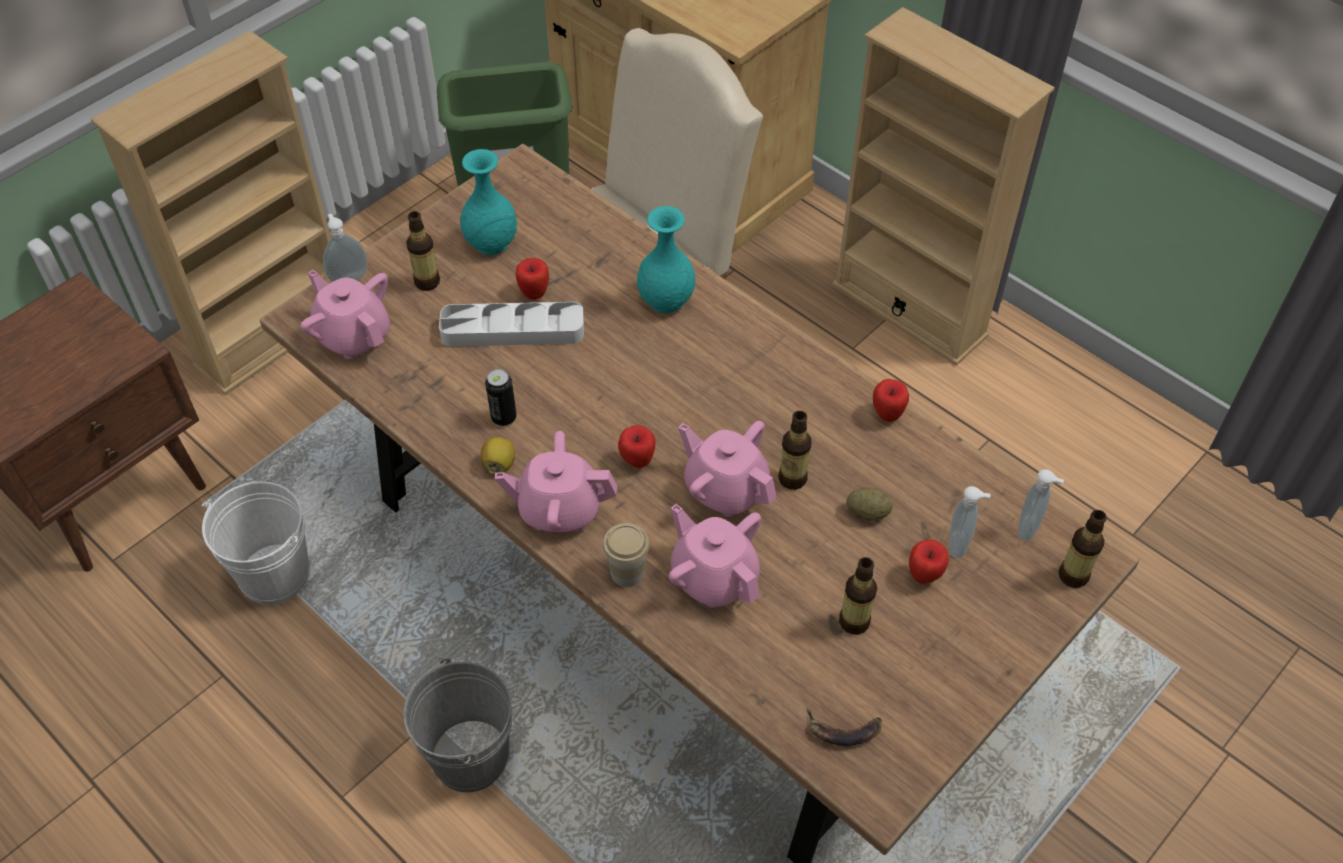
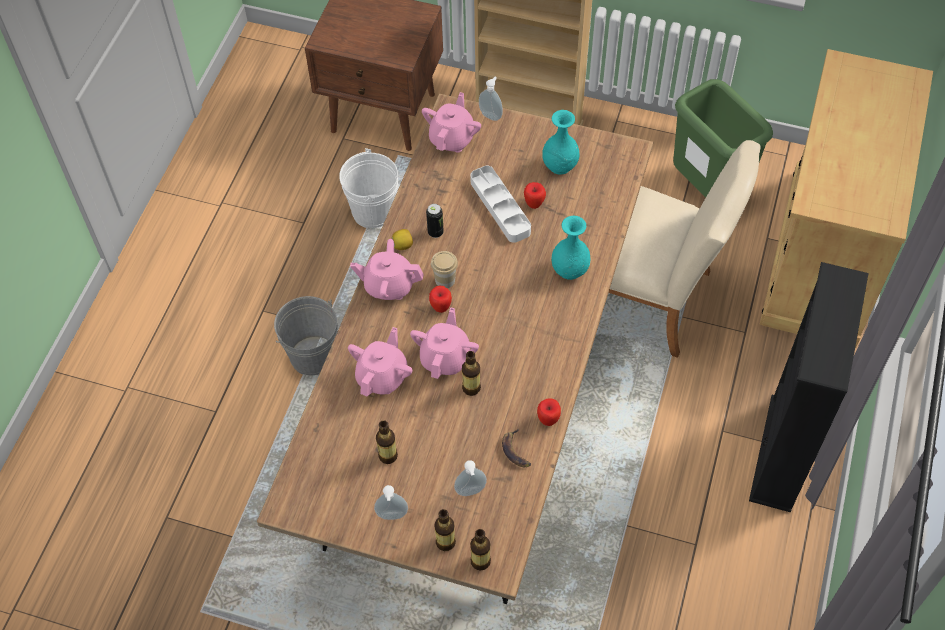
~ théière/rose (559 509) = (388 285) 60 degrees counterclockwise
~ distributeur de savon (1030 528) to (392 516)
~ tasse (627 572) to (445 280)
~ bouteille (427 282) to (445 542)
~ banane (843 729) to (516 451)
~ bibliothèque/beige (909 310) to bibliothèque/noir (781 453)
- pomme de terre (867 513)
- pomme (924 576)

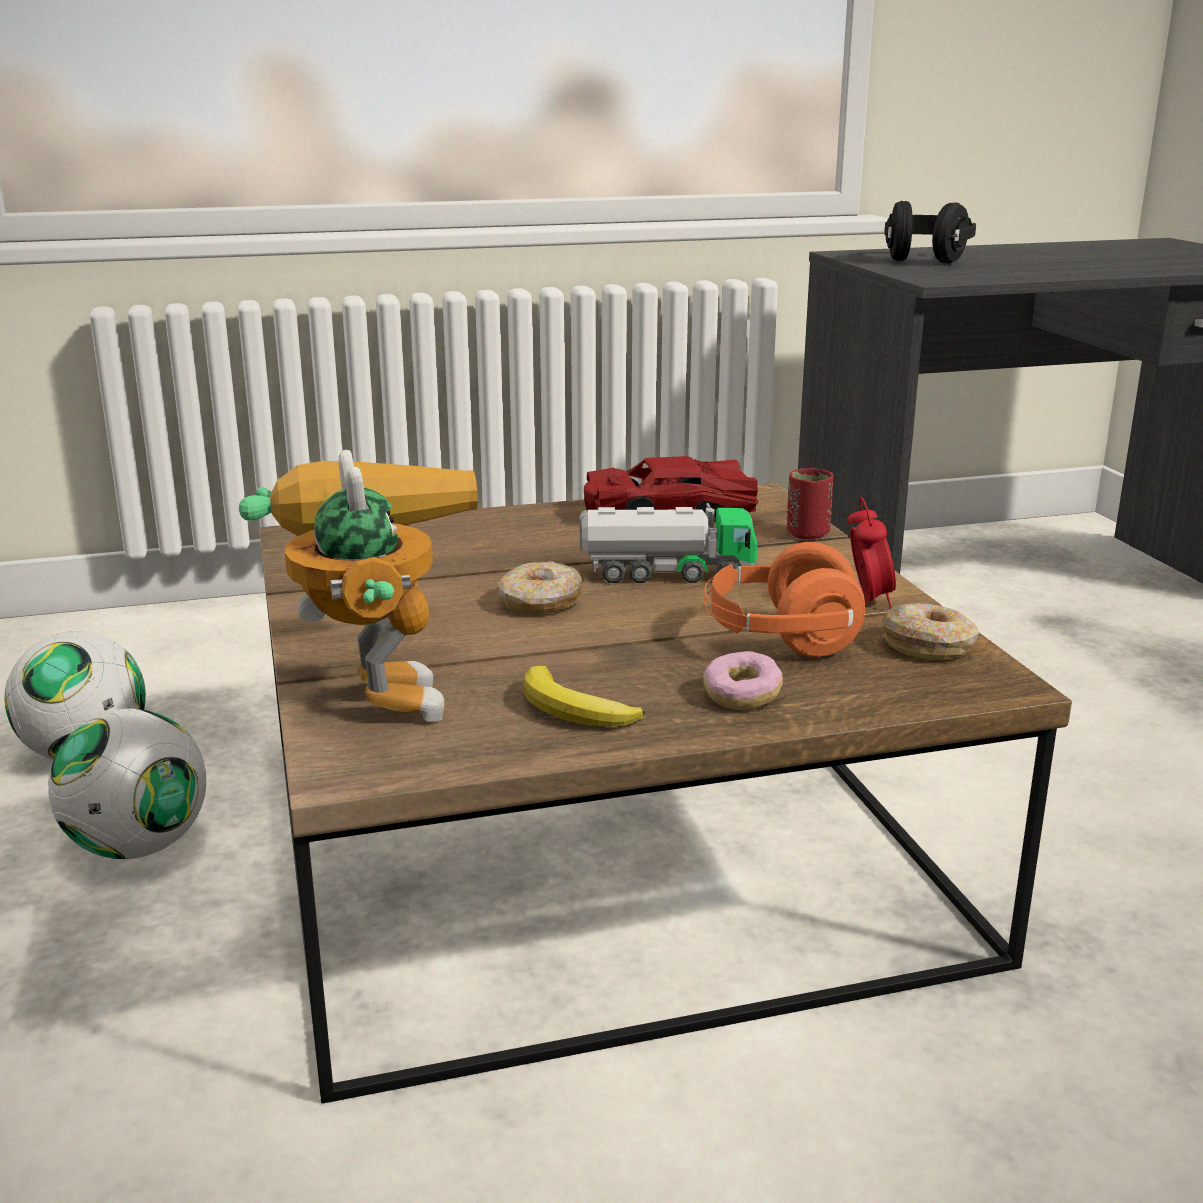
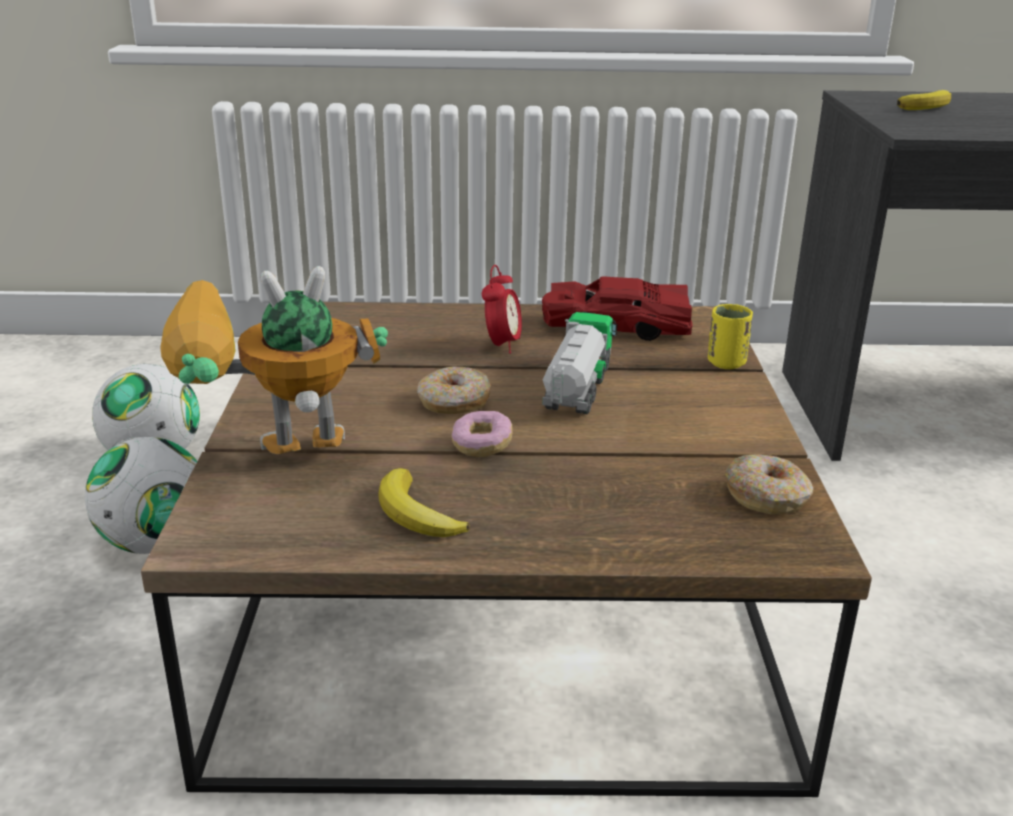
~ robot jouet (374 688) = (271 466) 105 degrees counterclockwise
~ beignet (741 696) to (482 446)
~ réveil (867 601) to (502 345)
~ camion jouet (667 574) = (577 388) 90 degrees counterclockwise
~ tasse/rouge (807 534) to tasse/jaune (726 363)
~ casque audio/noir (926 259) to banane (926 106)
- casque audio/orange (779 639)

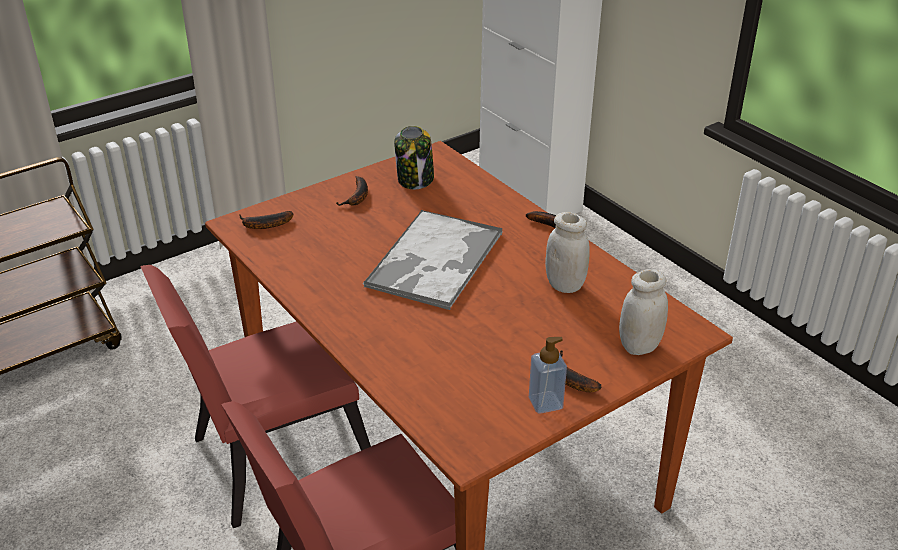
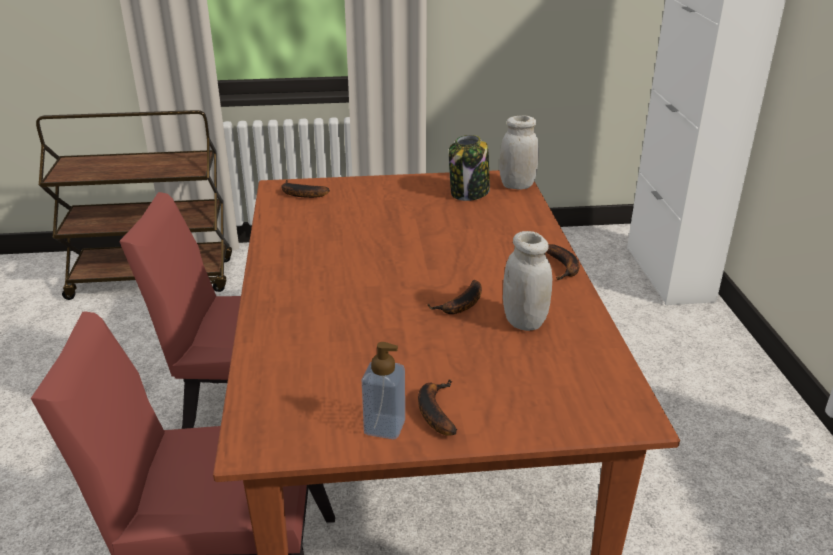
~ banane (357 197) to (461 305)
~ bocal/blanc (639 346) to (517 185)
- plateau (434 261)

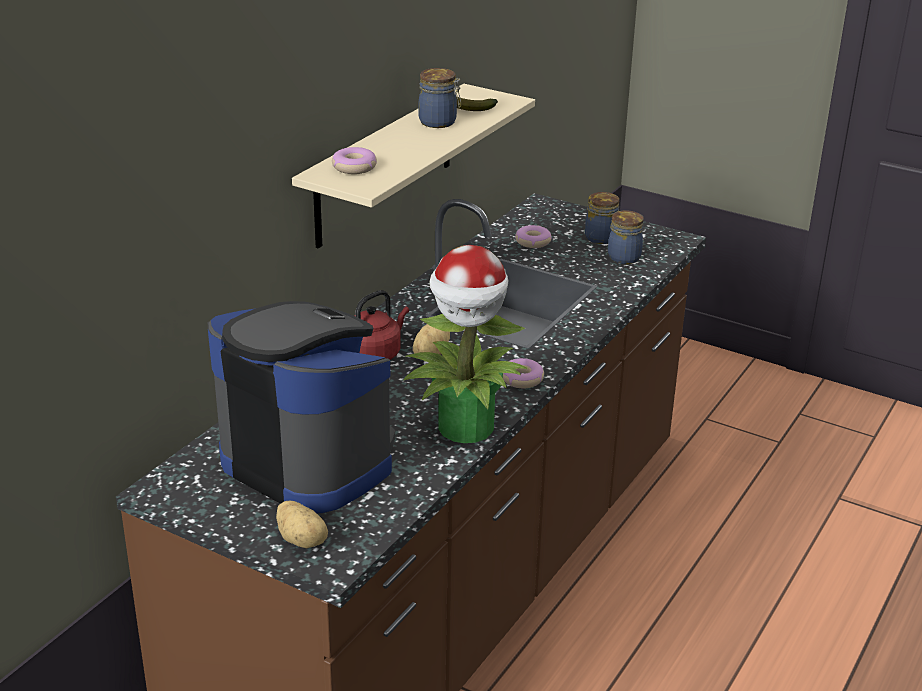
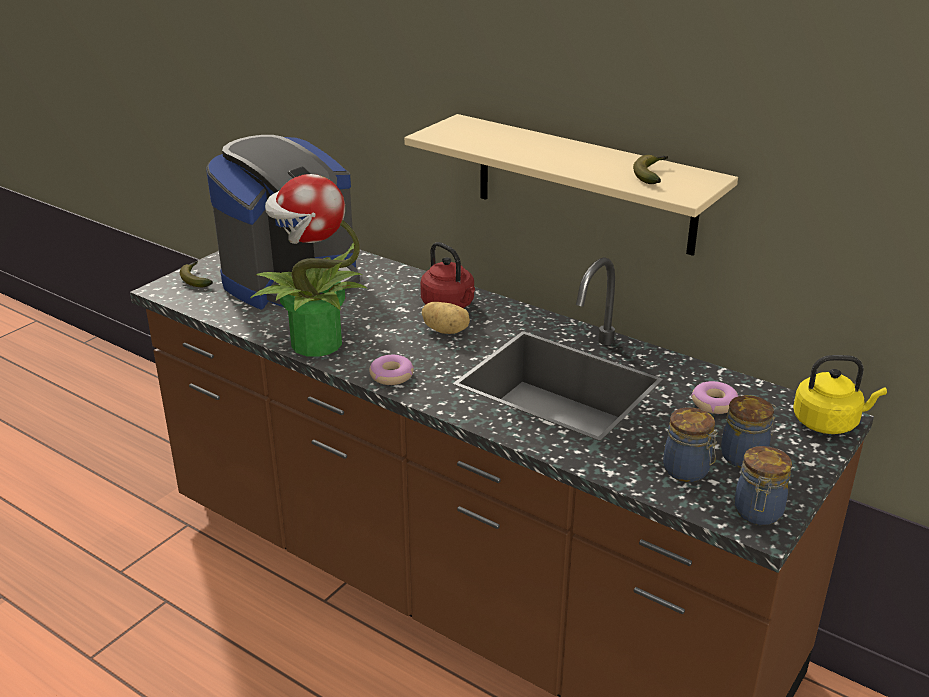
~ pomme de terre (302 540) to banane (196 279)
~ bocal (439 122) to (757 513)
+ bouilloire/jaune (828 422)
- beignet (354 167)

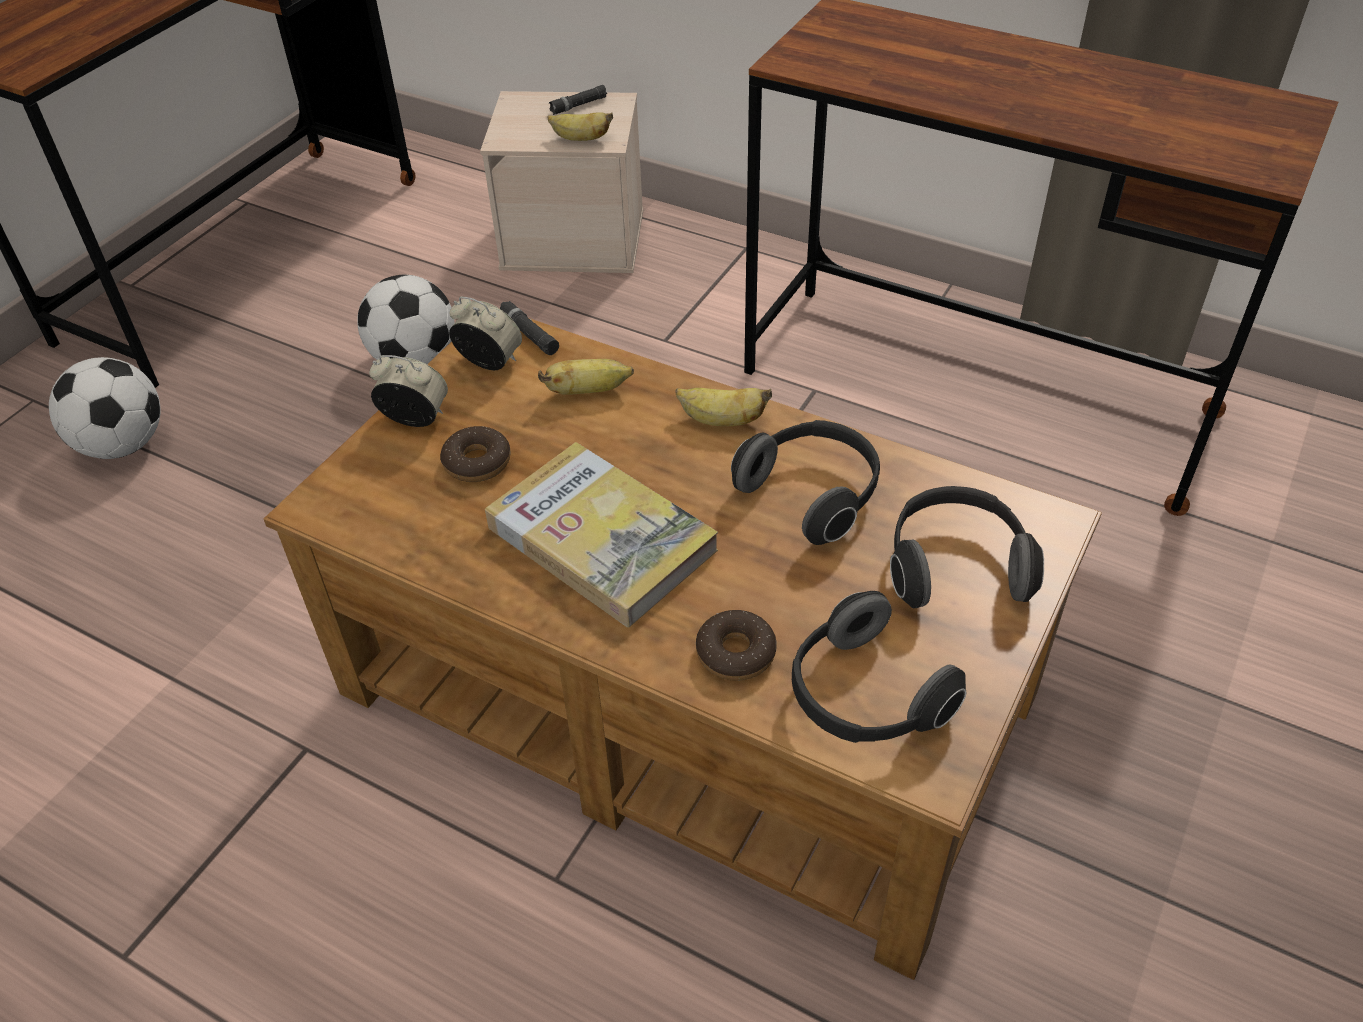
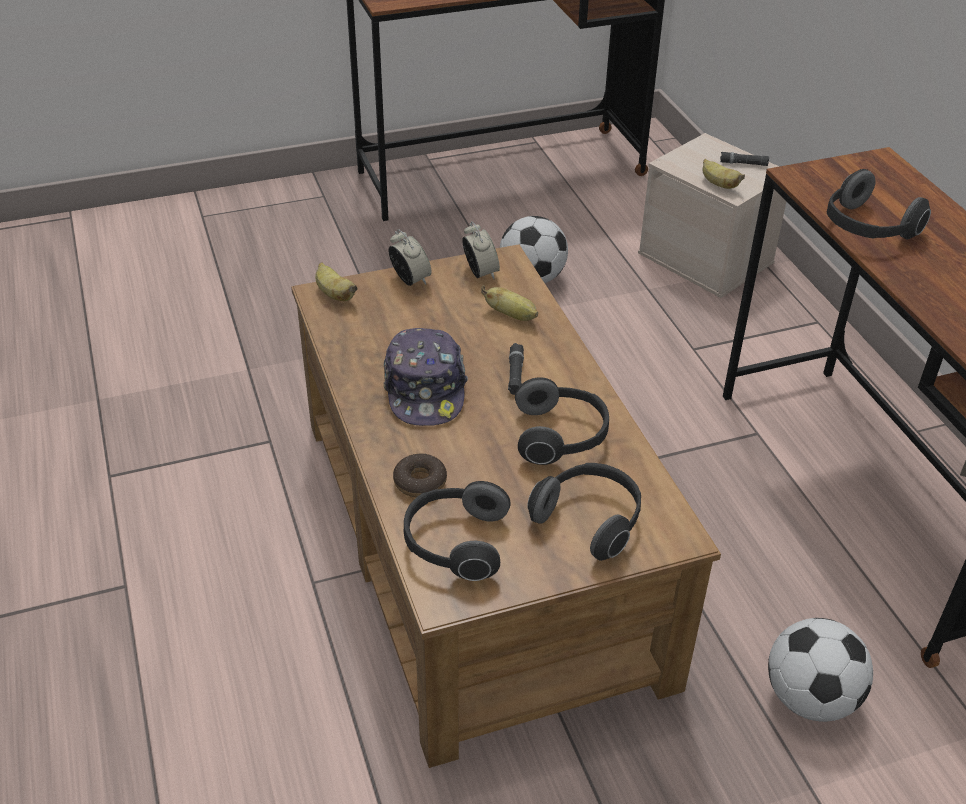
~ banane (721 421) to (334 294)
~ livre (601 539) to casquette (425 389)
~ lampe de poche/noir (529 334) to (515 374)
~ ballon de foot (122 445) to (809 698)
+ casque audio (866 229)
- beignet (477 462)

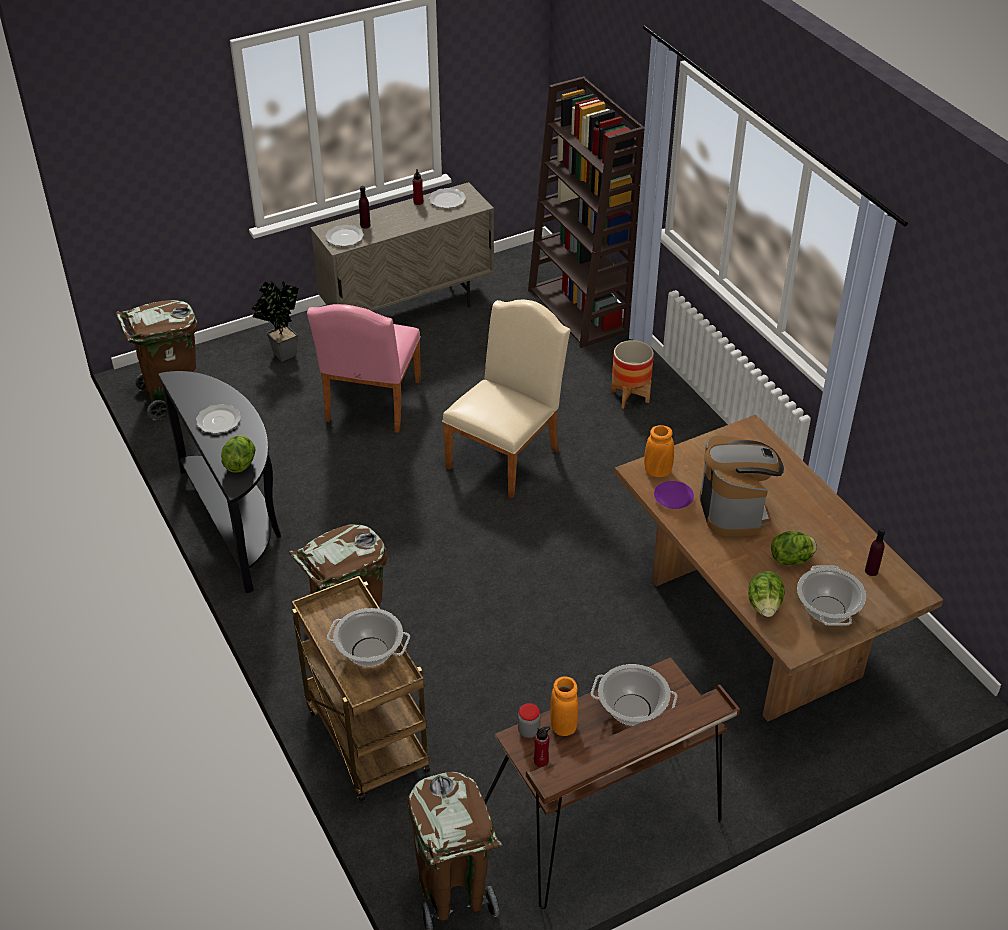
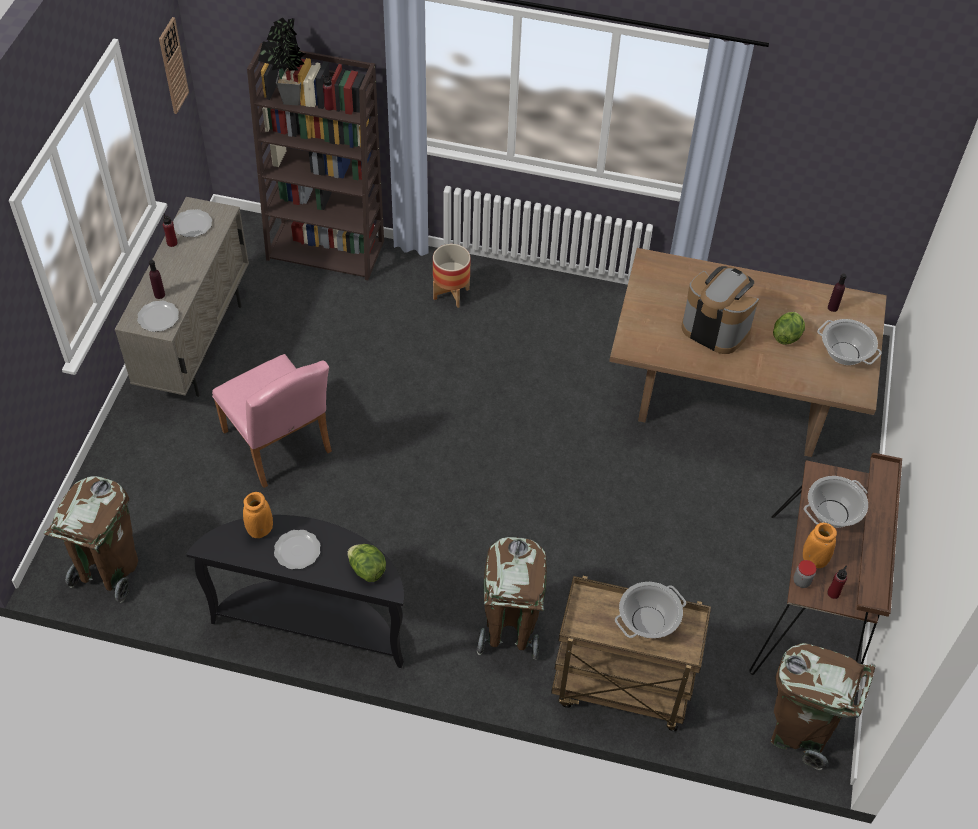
+ horloge murale (173 66)
~ vase/orange (657 471) to (260 530)
~ plante en pot (281 355) to (289 101)
- chaise/beige (507 454)
- assiette/violet (673 498)
- laitue (764 605)

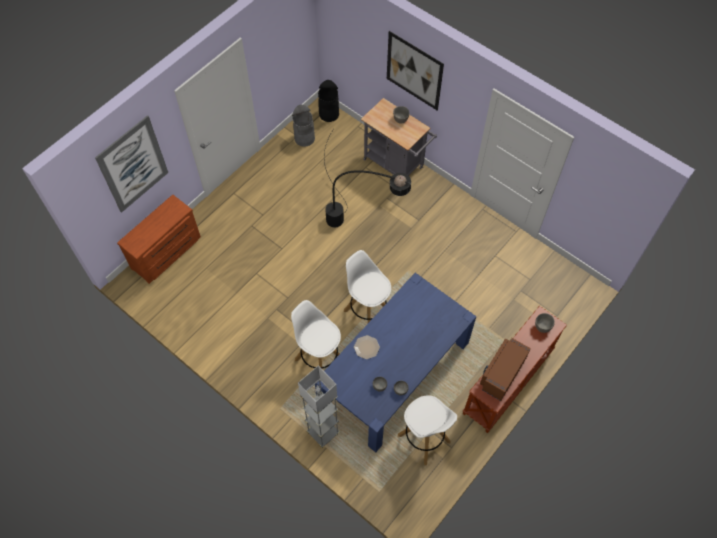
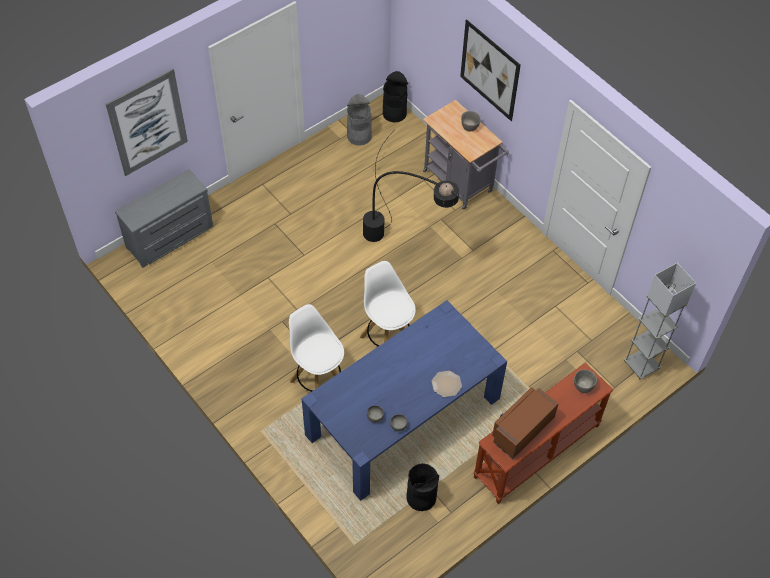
~ commode/marron (167 253) to commode/gris (171 238)
~ tabouret/blanc (424 439) to poubelle/noir (421 497)
~ assiette (366 347) to (446 384)
~ lampadaire/gris (323 432) to (641 365)

